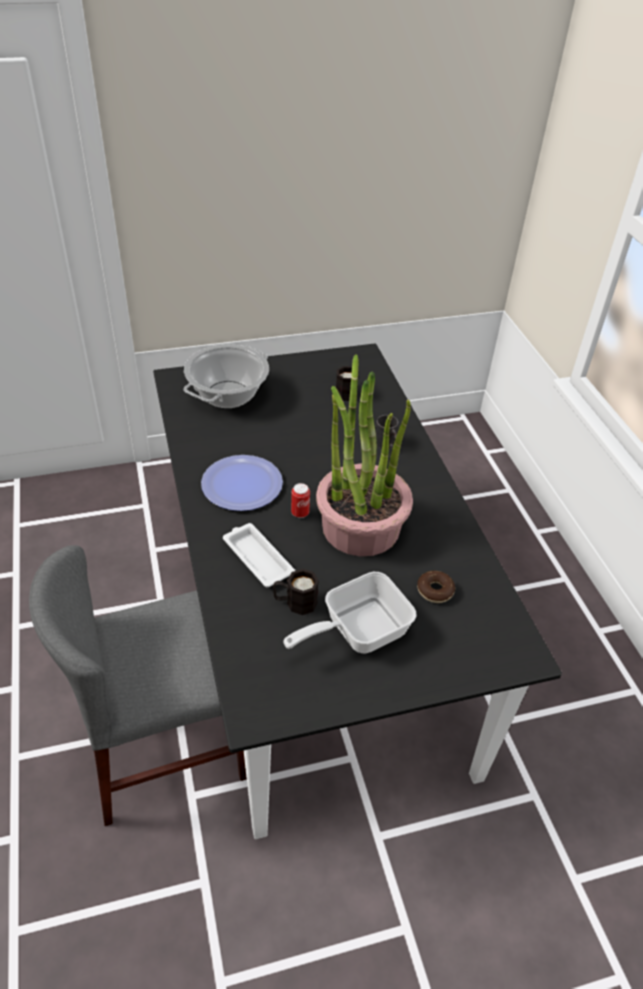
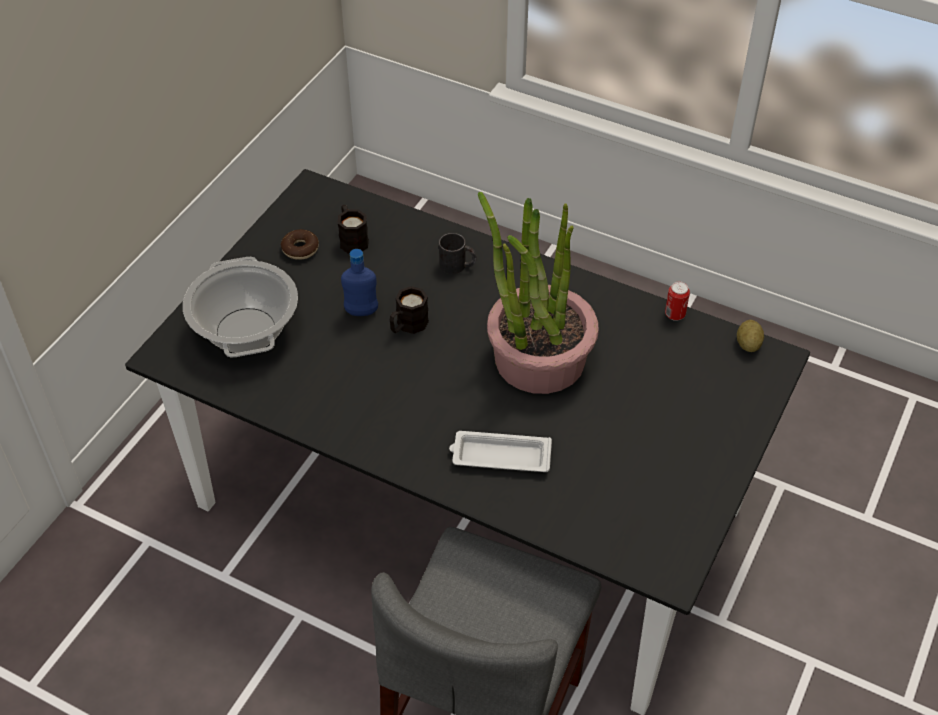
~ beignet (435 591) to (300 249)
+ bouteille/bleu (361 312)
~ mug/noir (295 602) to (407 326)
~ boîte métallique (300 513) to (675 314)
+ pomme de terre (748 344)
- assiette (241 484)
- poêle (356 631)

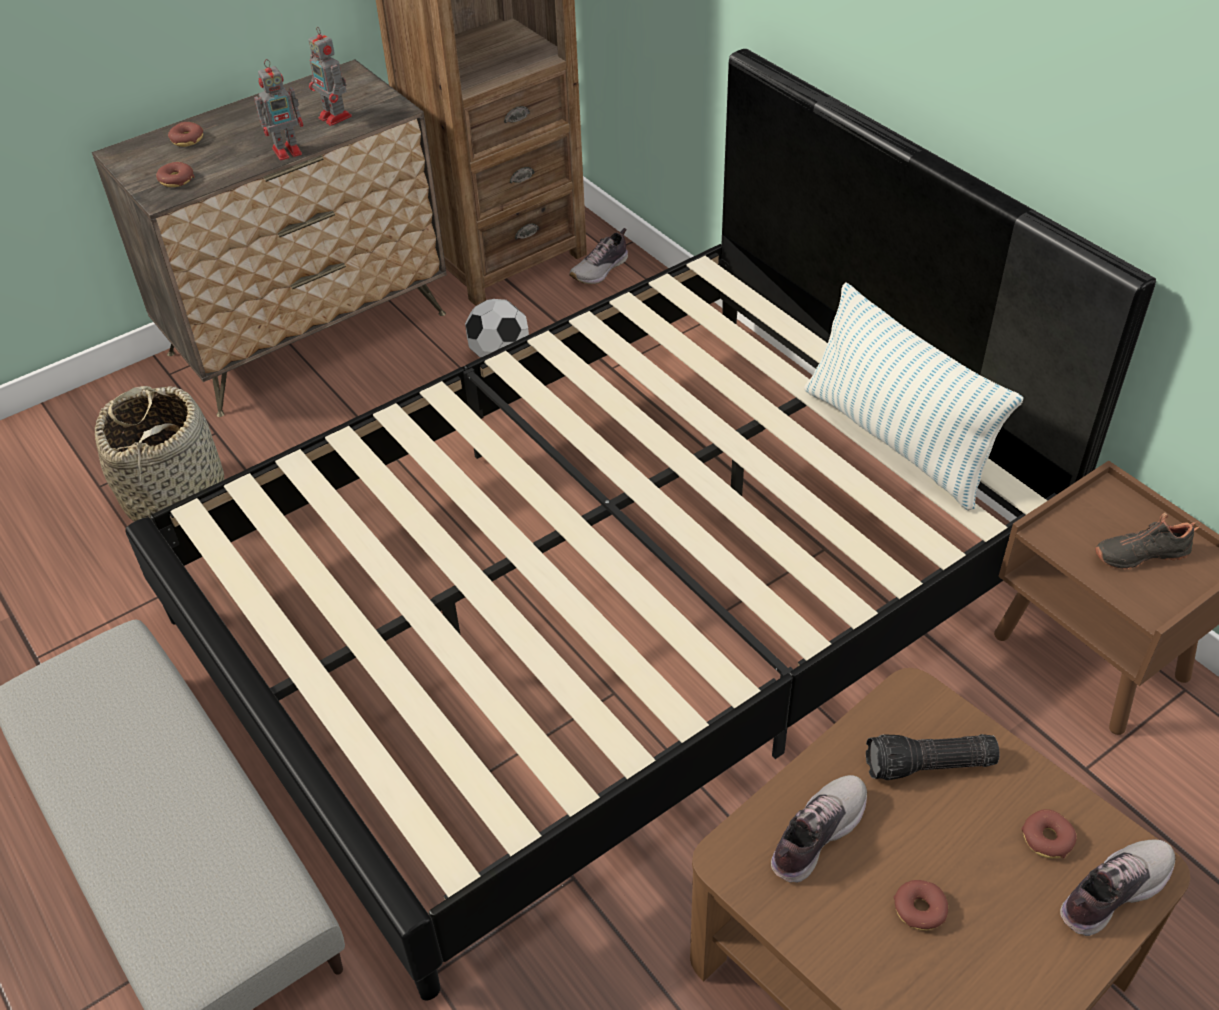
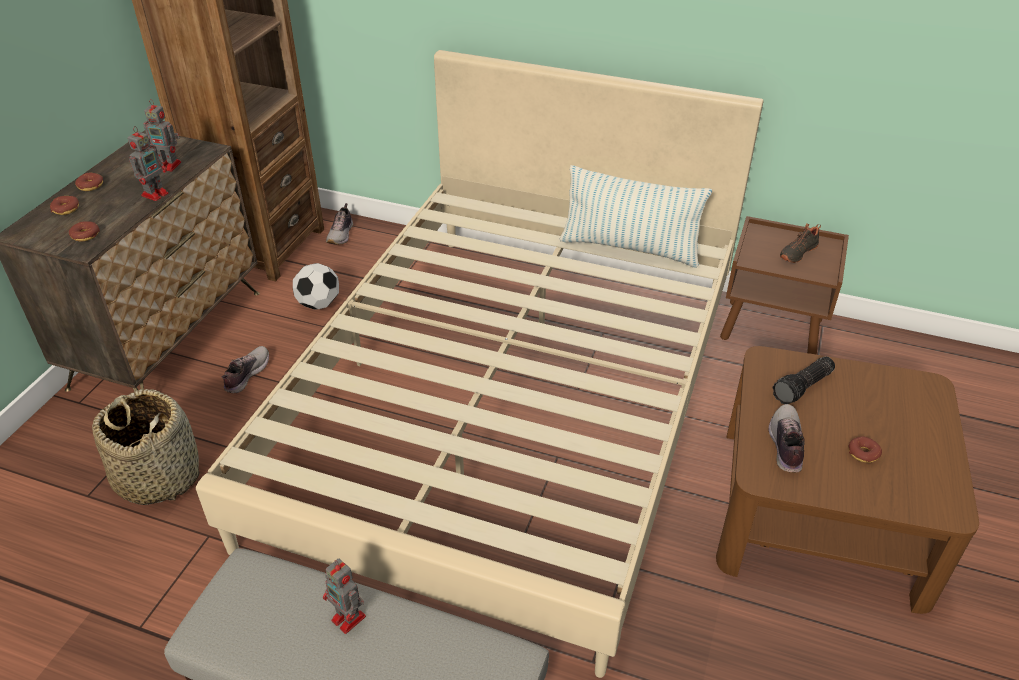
~ beignet (1047 839) to (91 186)
~ lit/noir (615 595) to lit/beige (511 405)
~ chaussure (1111 892) to (246 375)
+ robot jouet (349 619)

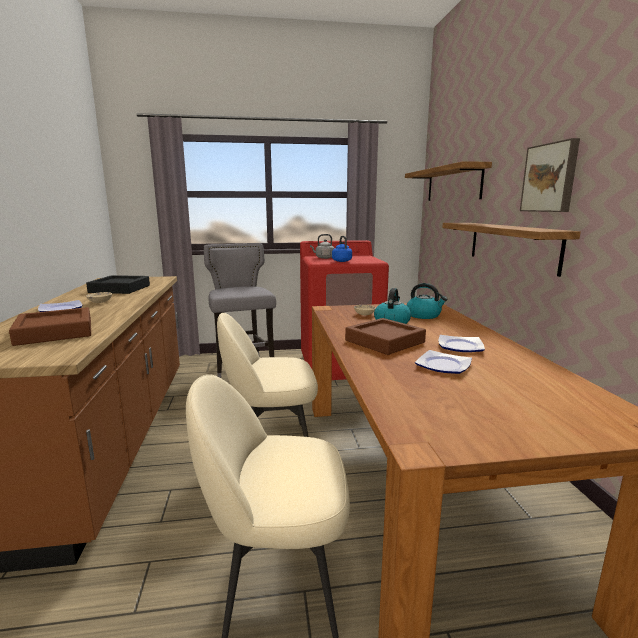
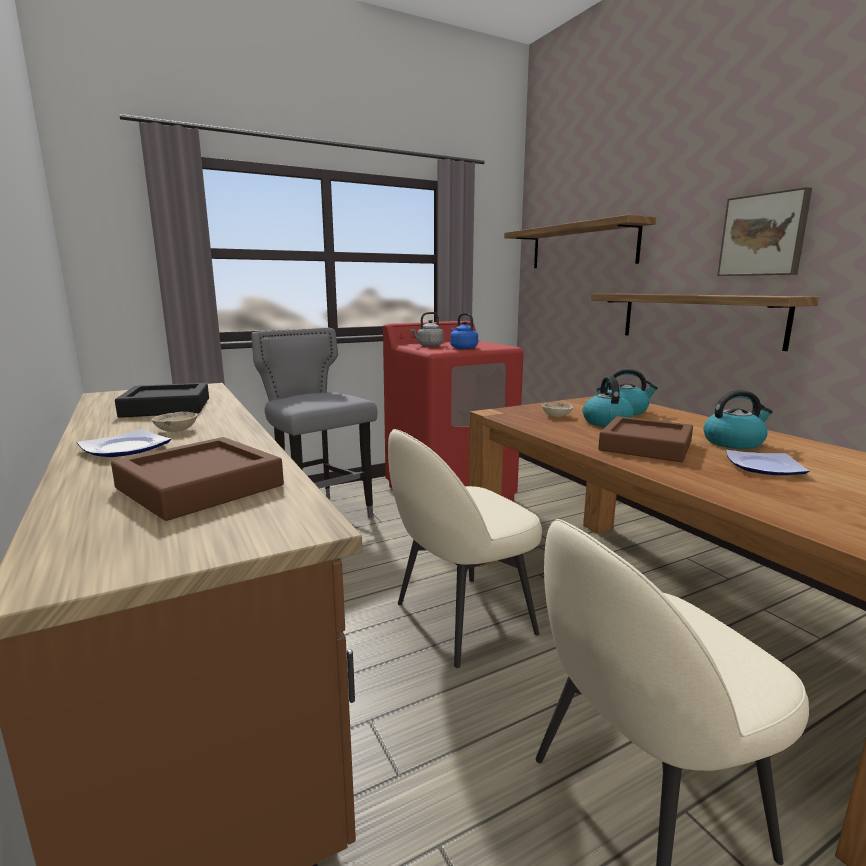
~ assiette (459 346) to bouilloire (733 442)

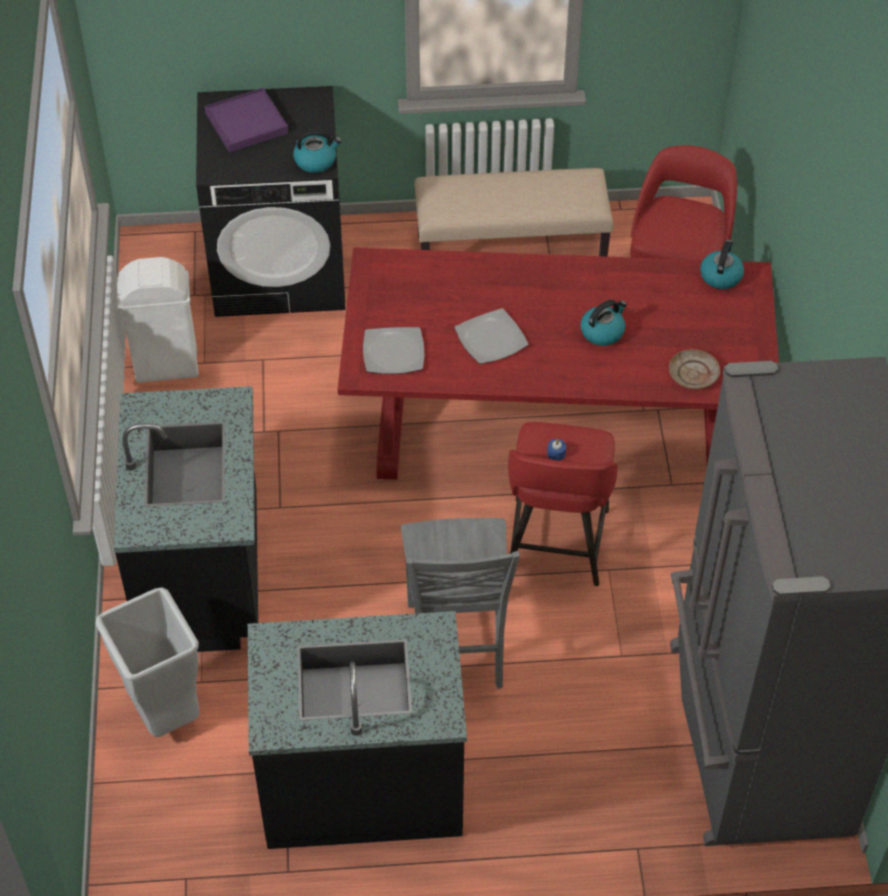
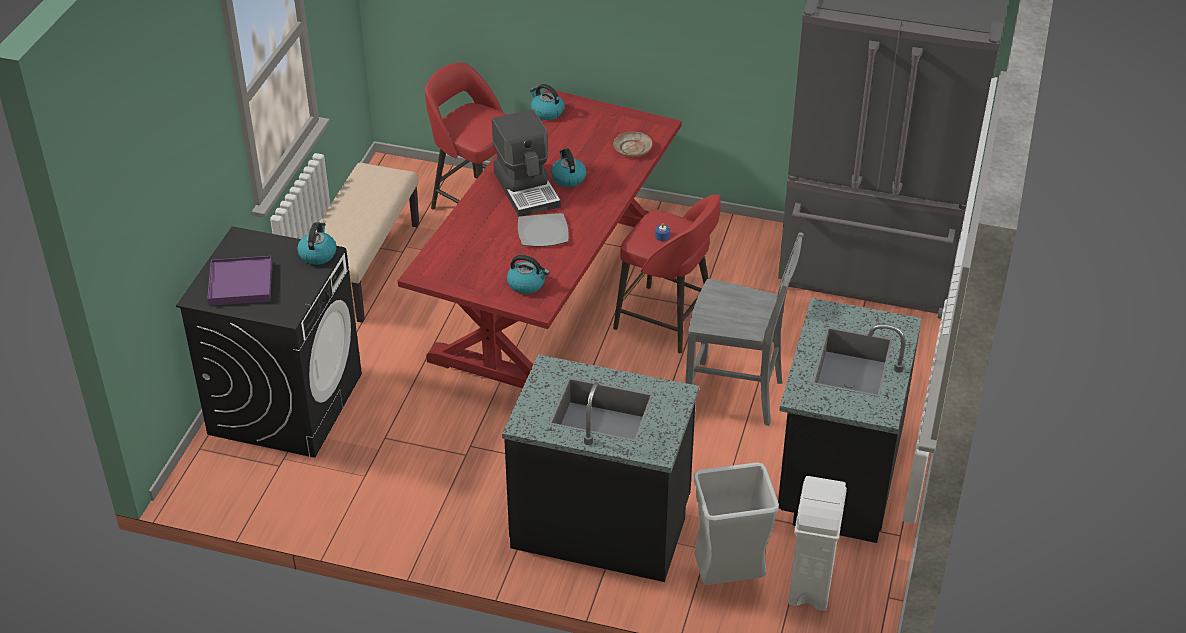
+ machine à café (527 189)
~ assiette (394 352) to bouilloire (527 284)
~ poubelle/blanc (167 366) to (811 584)

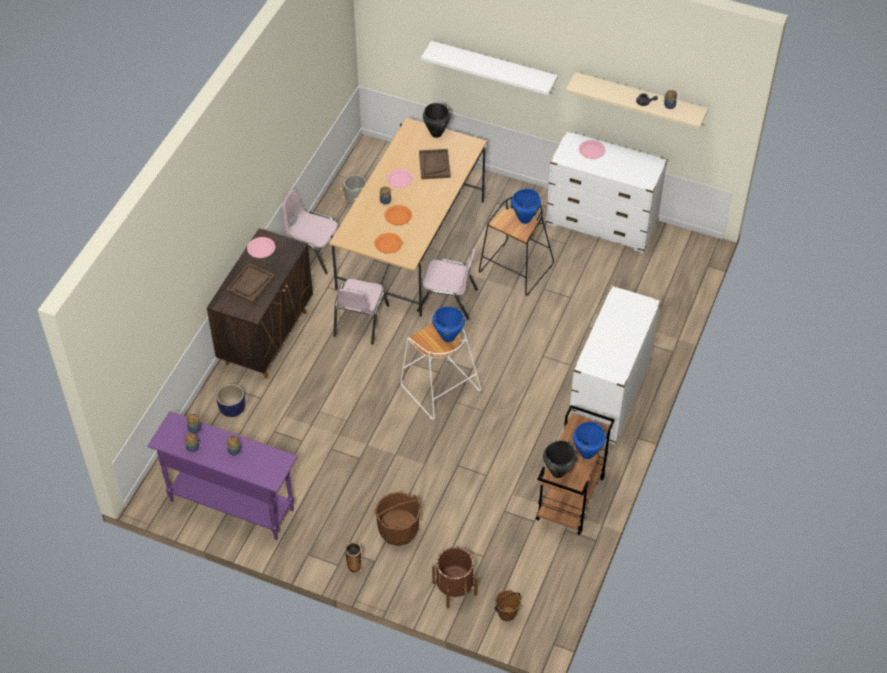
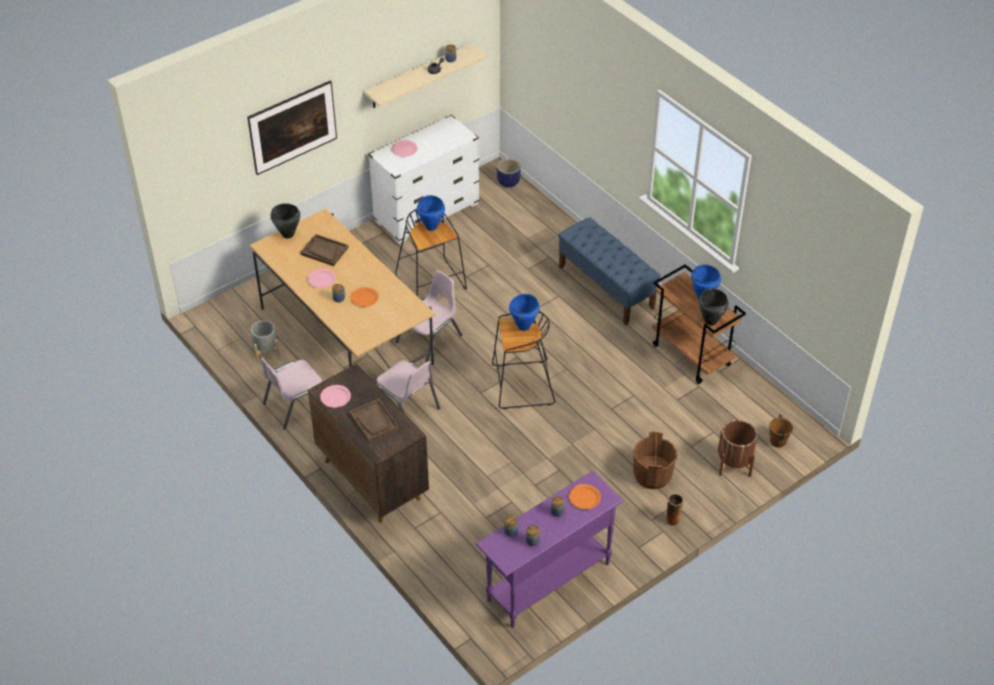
~ étagère/blanc (493 67) to tableau (294 141)
~ tabouret/blanc (439 388) to tabouret/noir (521 386)
~ cache-pot (232 409) to (508 182)
~ commode/blanc (609 396) to banc/bleu (606 288)
~ assiette/orange (388 244) to (584 497)

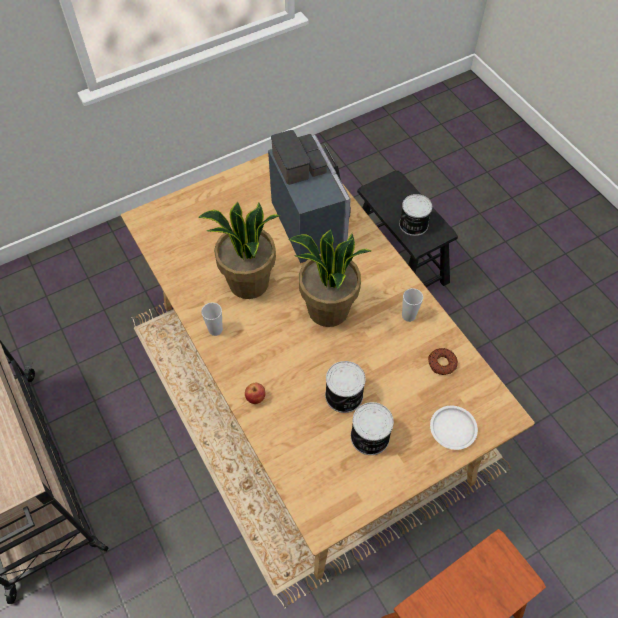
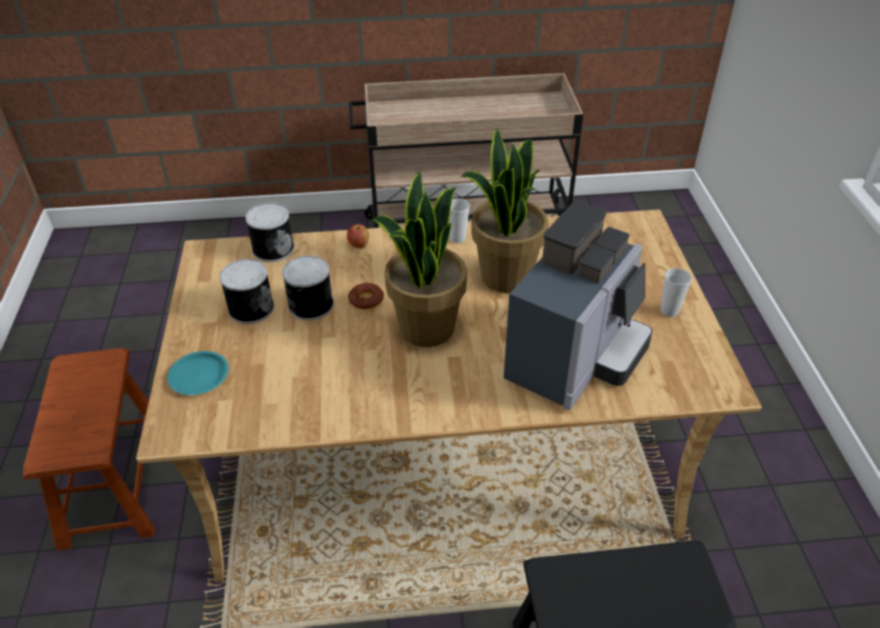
~ assiette/blanc (453 429) to assiette/turquoise (198 376)
~ boîte métallique (413 225) to (273 248)
~ beignet (442 363) to (366 299)
~ machine à café (312 222) = (576 358) 60 degrees counterclockwise
~ tasse (408 316) to (669 311)

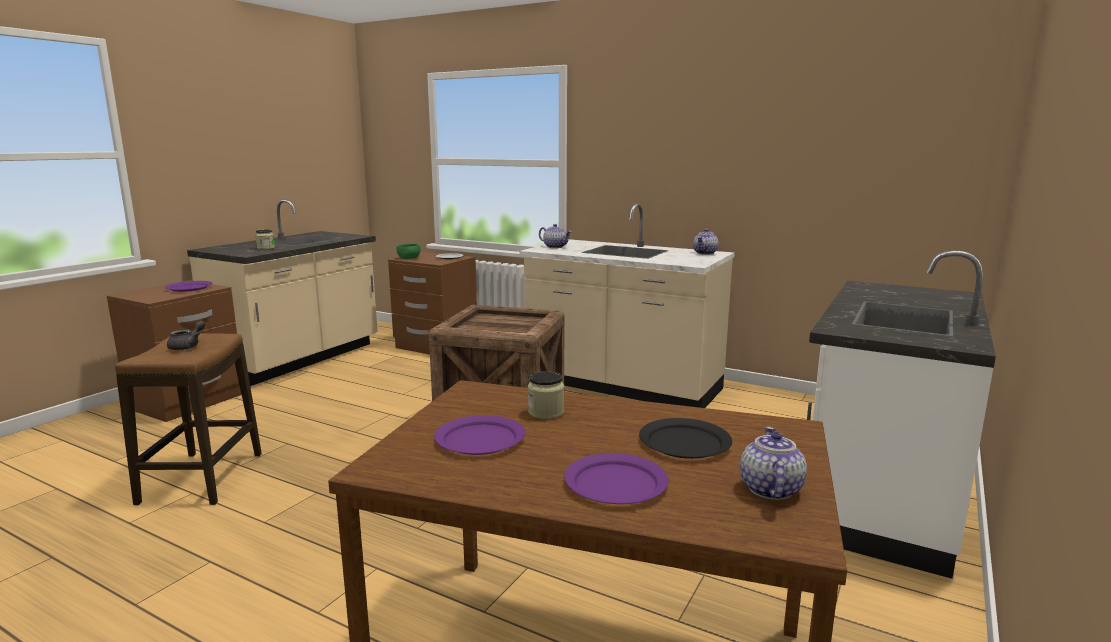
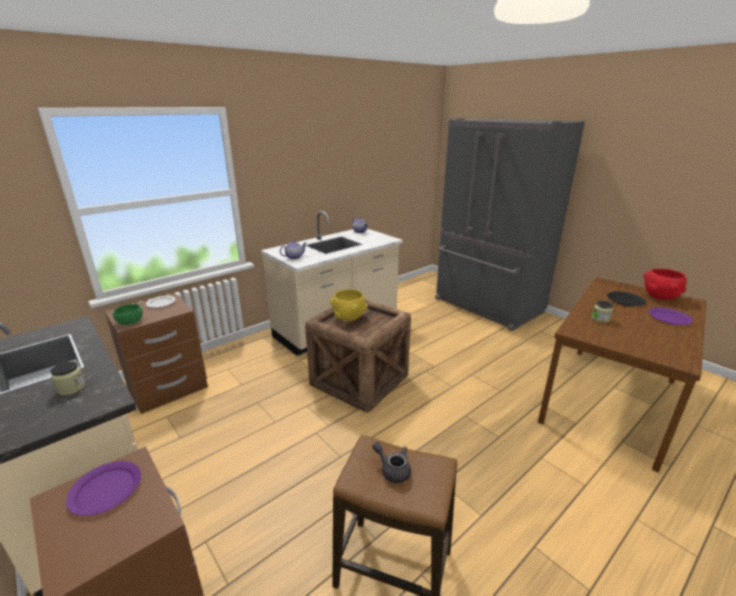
+ bol/jaune (349 317)
~ comptoir de cuisine/blanc (880 494) to réfrigérateur/gris (487 306)
~ théière (769 489) to bol/rouge (660 297)
- assiette/violet (480 439)

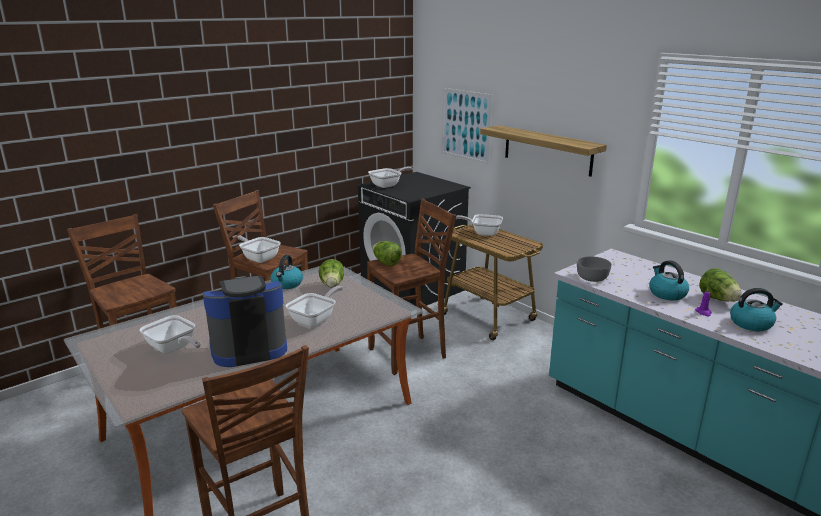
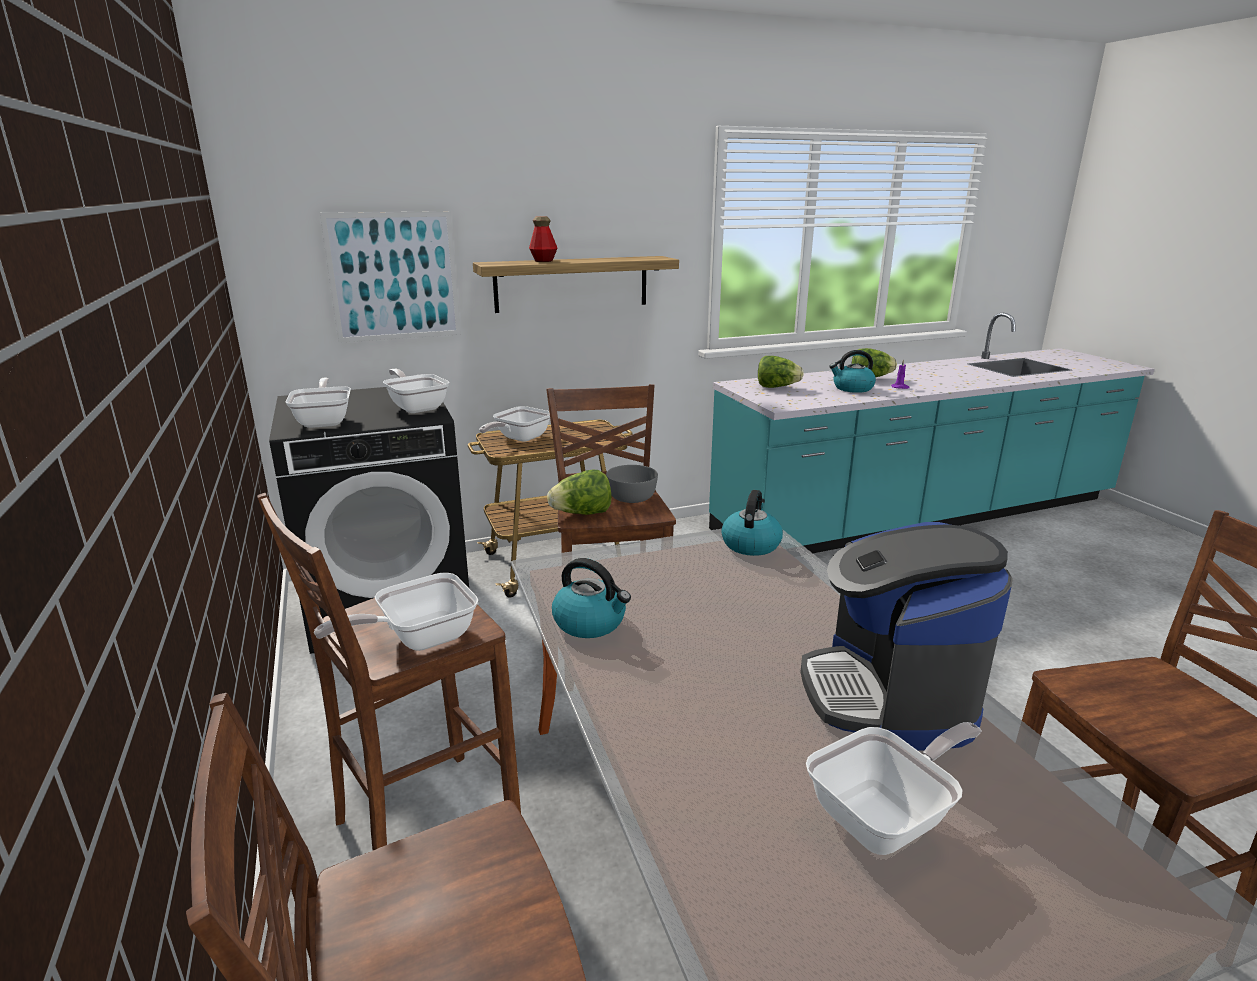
~ poêle (316 319) to (416 407)
+ bouteille (543 261)
~ bol/gris (592 277) to (631 497)
~ bouilloire (751 323) to (750 544)
~ laitue (332 286) to (777 387)

